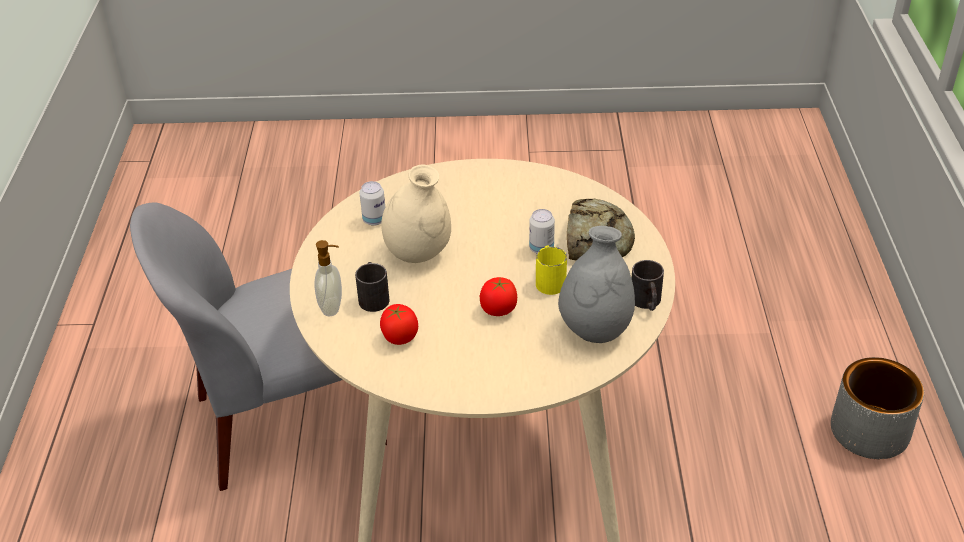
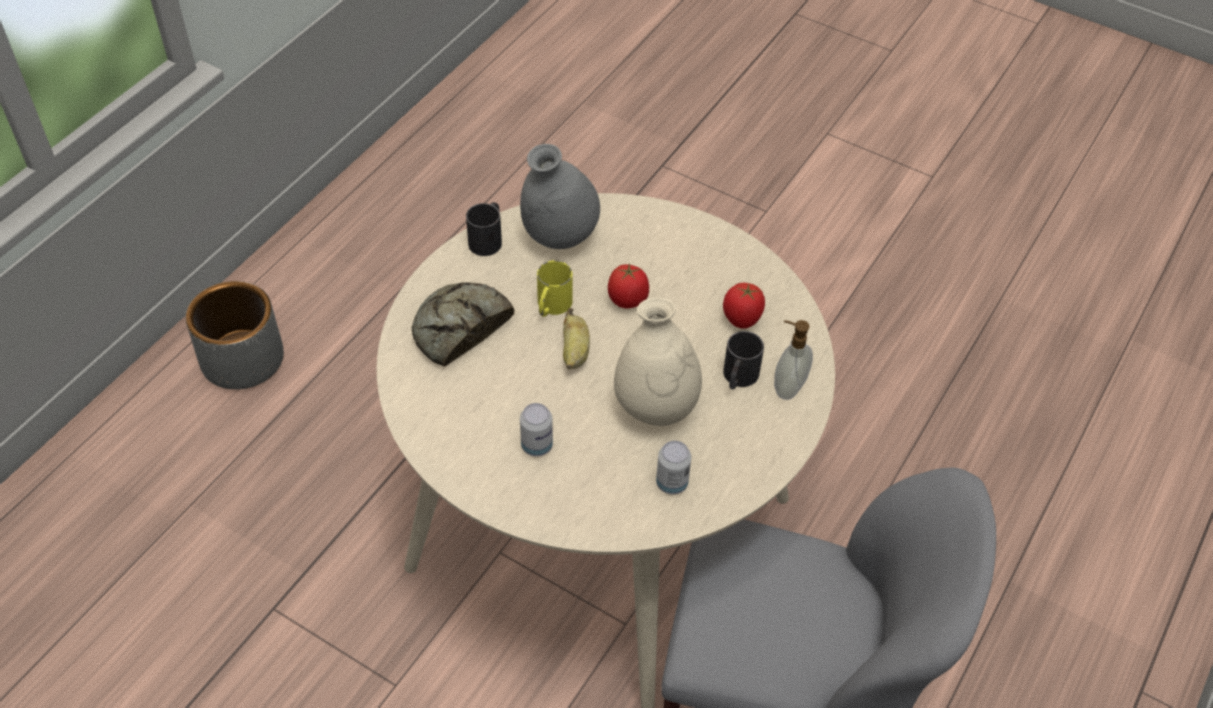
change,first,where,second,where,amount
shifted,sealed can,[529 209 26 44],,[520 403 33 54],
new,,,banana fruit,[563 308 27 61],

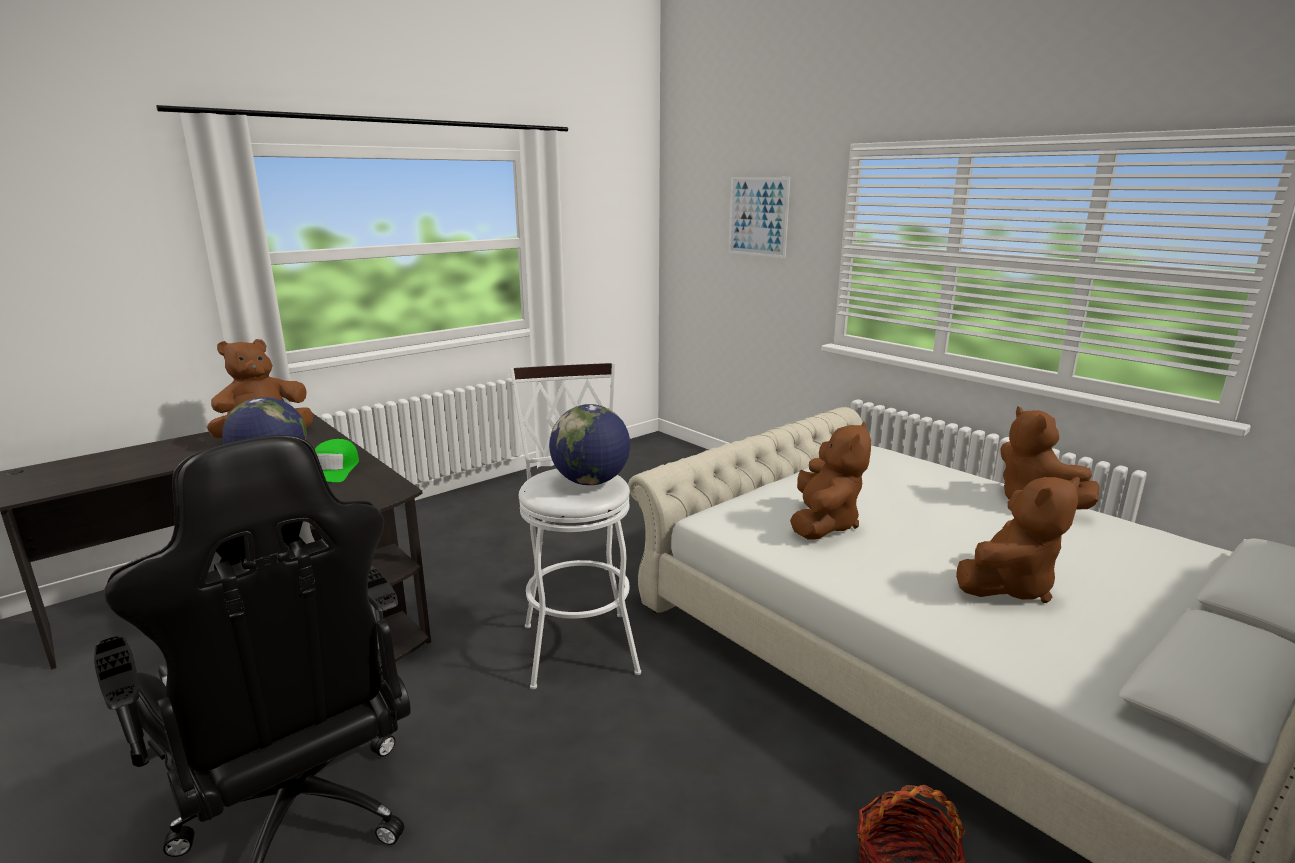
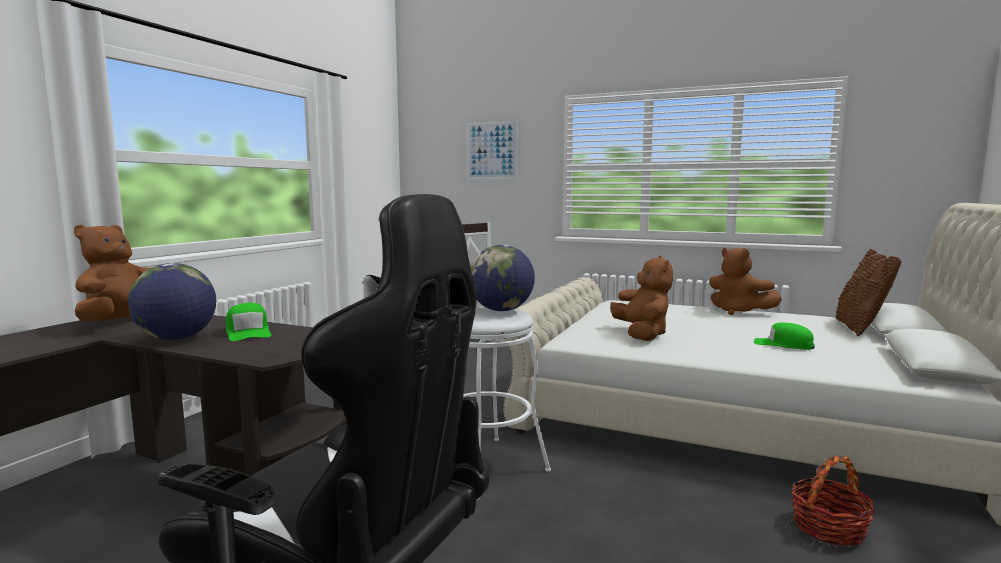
change,first,where,second,where,amount
swapped,soft toy in brown-coloured,[956 477 124 126],peaked cap in greenish,[754 322 61 28],
new,,,cushion in brown-coloured,[836 249 65 87],

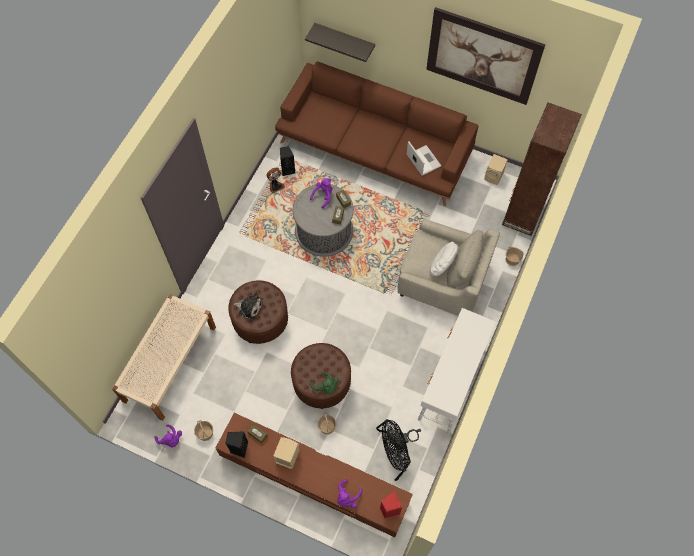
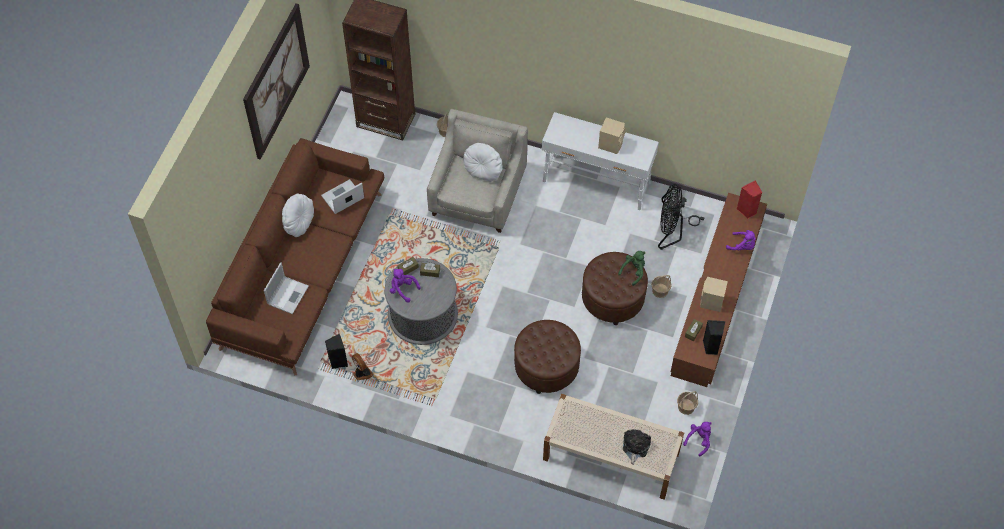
change,first,where,second,where,amount
shifted,soft toy,[234 293 29 26],,[623 429 28 36],
gone,wall shelf,[305 23 70 39],,,
rotated,electric fan in blackish,[376 419 46 62],,[658 184 47 66],120 degrees clockwise
shifted,audio speaker in beige-coloured,[484 154 24 31],,[598 117 28 37],
new,,,portable computer,[264 262 45 52],
new,,,cushion in white-coloured,[282 194 32 43],

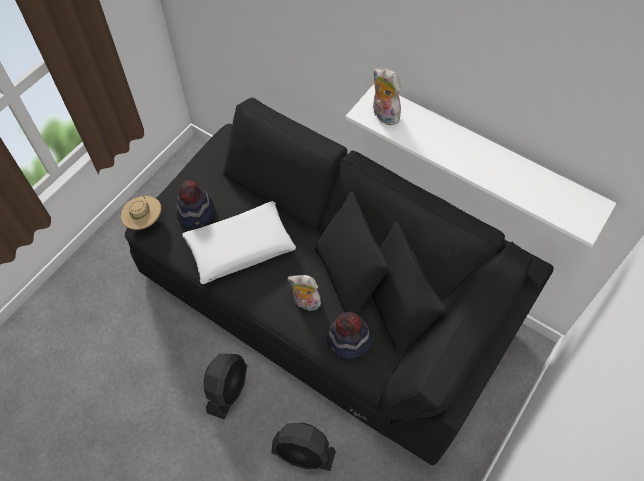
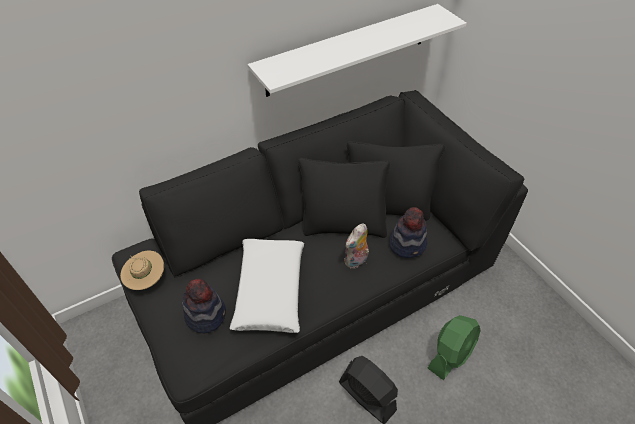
change,first,where,second,where,amount
shifted,wearable hat in beige-coloured,[121 196 40 34],,[120 250 44 40],
repainted,electric fan in blackish,[271 423 65 48],electric fan in greenish,[428 315 53 65],
gone,soft toy,[373 68 28 58],,,

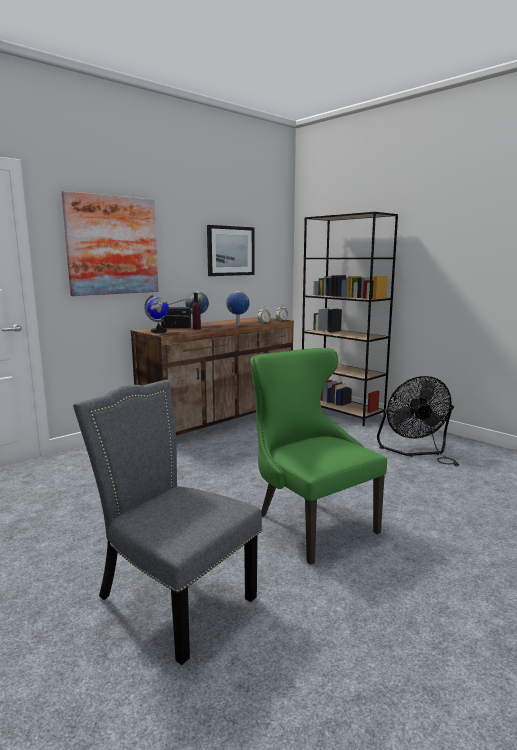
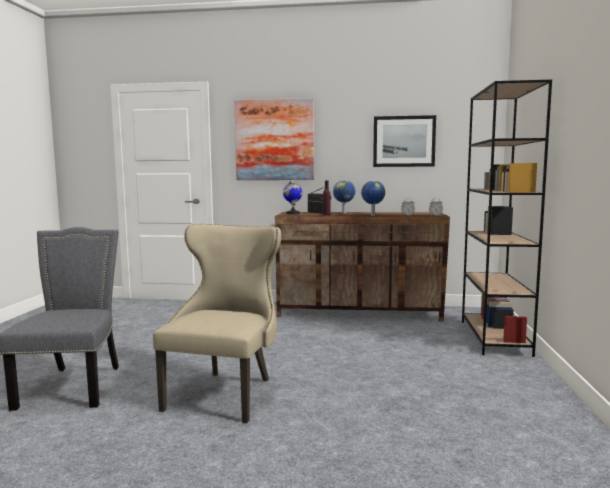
change,first,where,second,where,amount
repainted,upright chair in greenish,[250 348 137 217],upright chair in beige-coloured,[153 224 128 199],
gone,electric fan in blackish,[377 376 82 90],,,

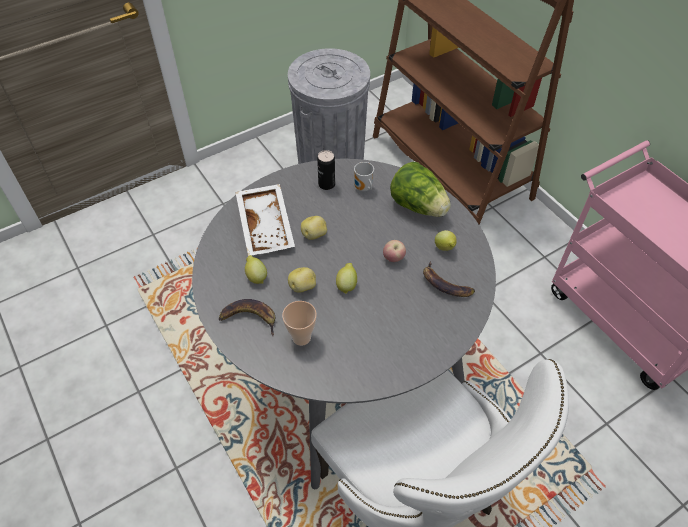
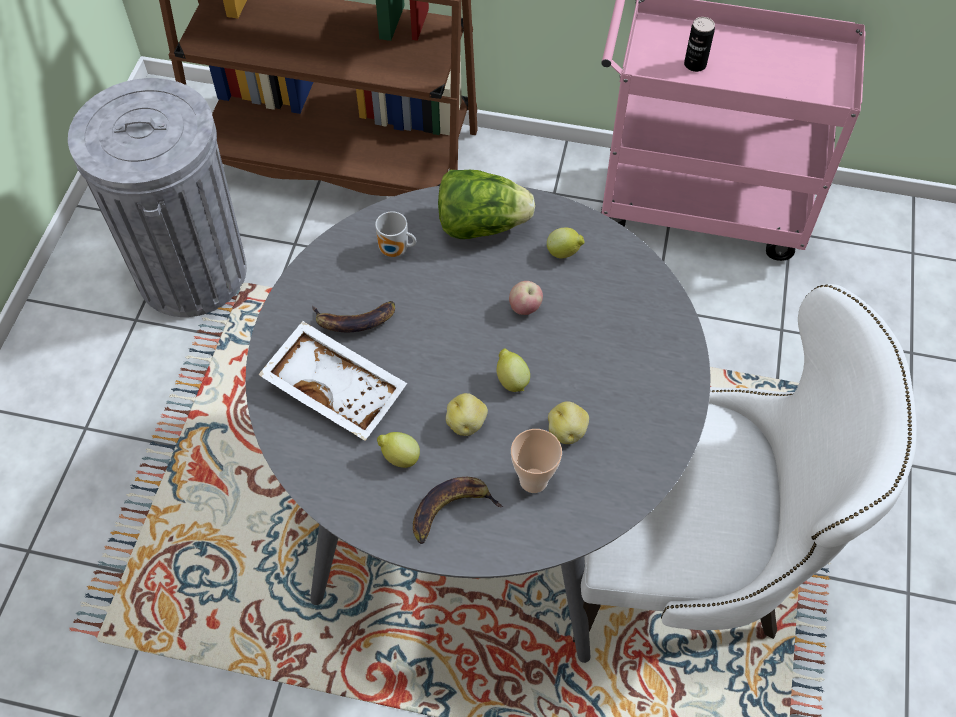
change,first,where,second,where,amount
shifted,whole potato,[301 216 26 24],,[548 401 41 43],
shifted,sealed can,[317 150 18 40],,[684 17 31 55],
shifted,banana fruit,[423 261 52 36],,[312 301 83 31],

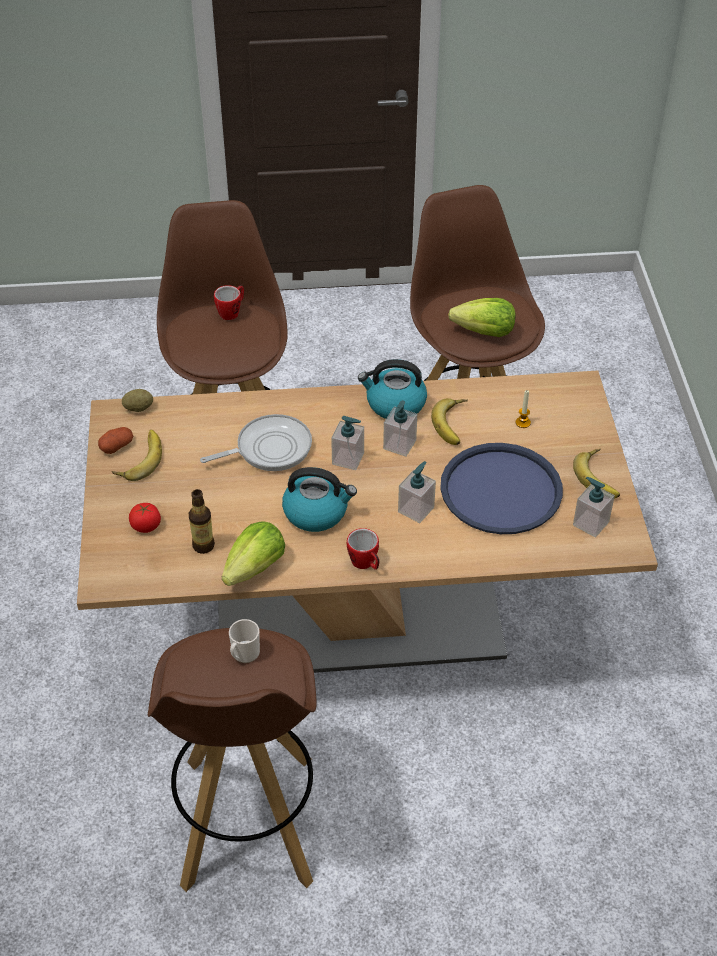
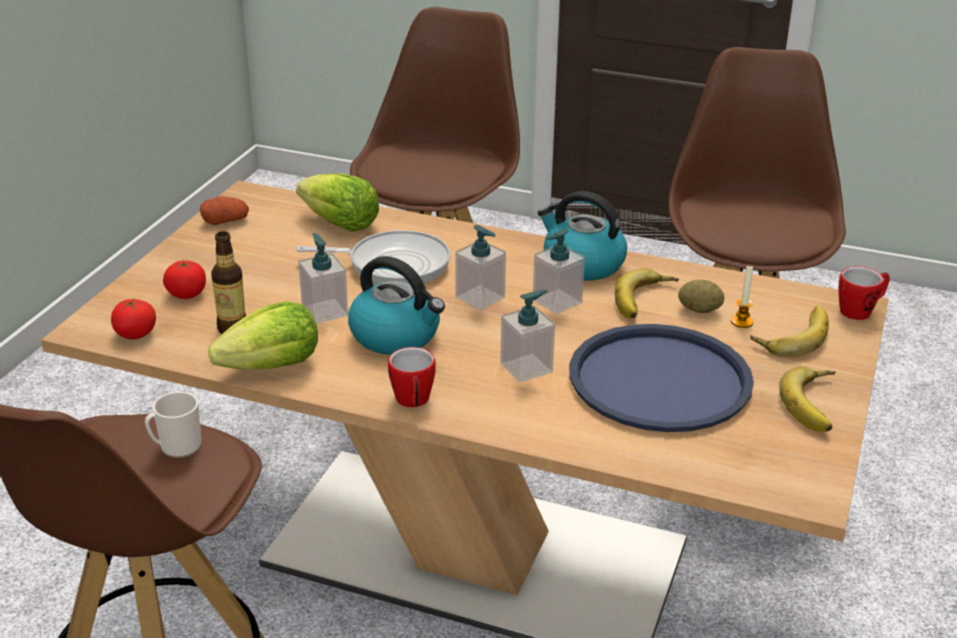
change,first,where,second,where,amount
shifted,banana fruit,[112 430 50 51],,[750 305 79 52],
shifted,whole potato,[122 389 31 23],,[678 280 46 33],
shifted,mug,[214 285 30 35],,[839 266 51 54],
shifted,lettuce head,[448 298 68 39],,[296 174 83 57],
shifted,soap dispenser,[573 477 42 61],,[298 233 50 91],
new,,,whole tomato,[111 299 45 40],

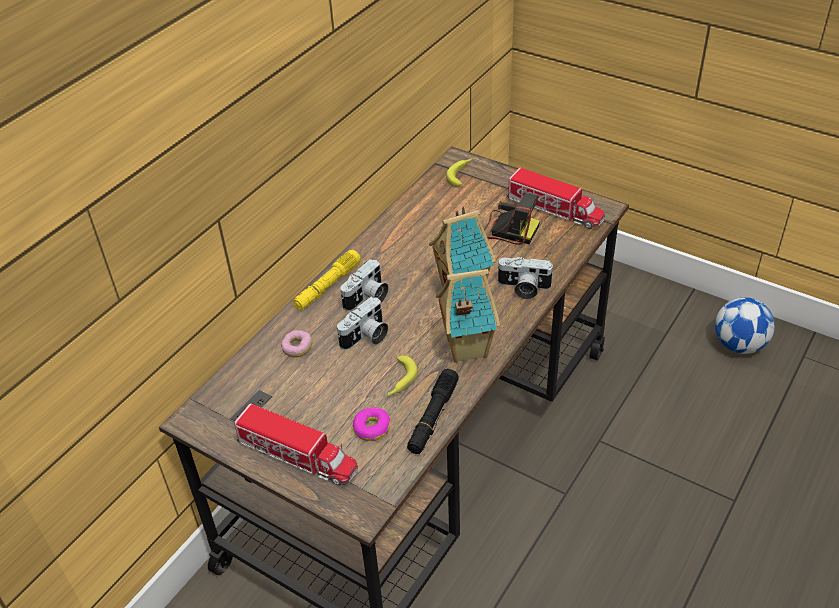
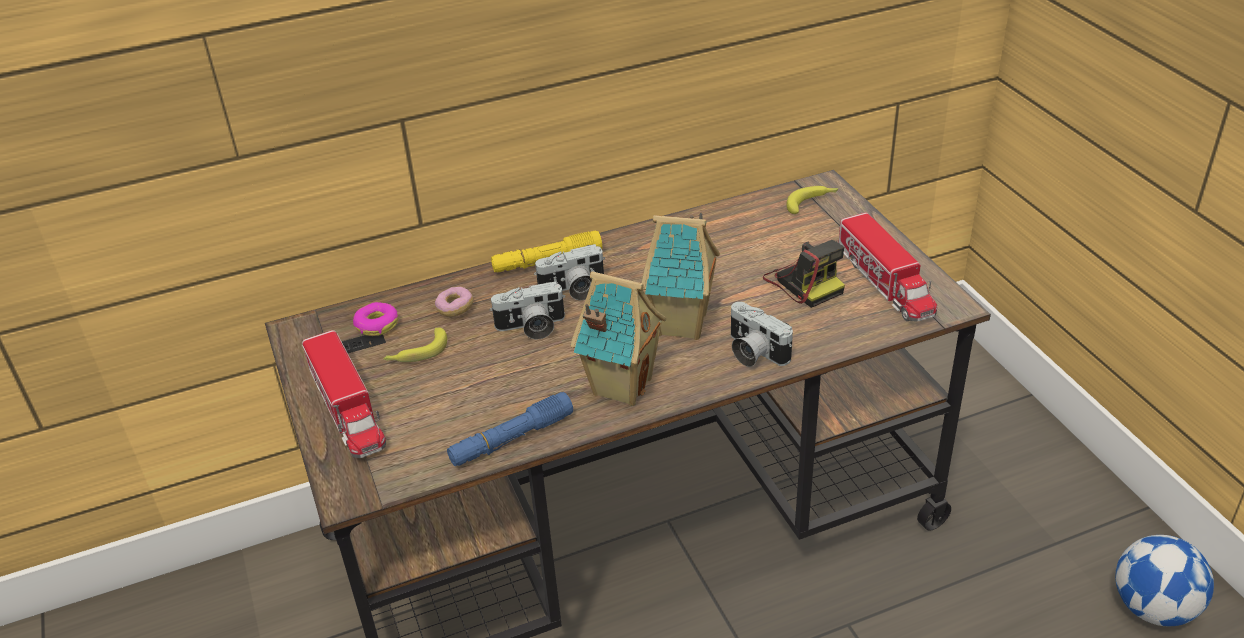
change,first,where,second,where,amount
shifted,doughnut,[353 407 37 34],,[353 302 45 34],
shifted,banana fruit,[388 356 30 41],,[383 328 64 34],
repainted,torch in blackish,[407 369 52 85],torch in blue-coloured,[447 392 126 74],

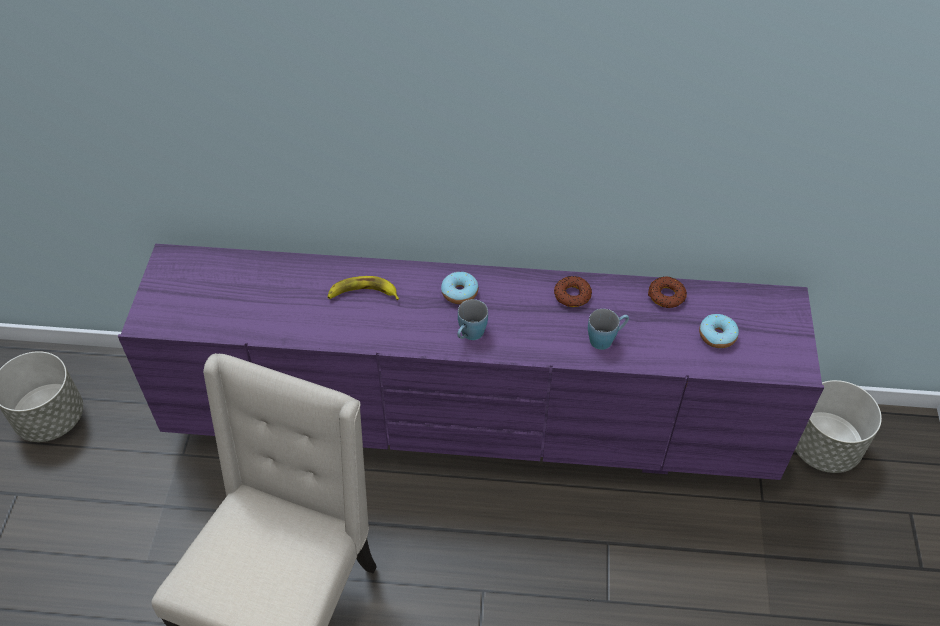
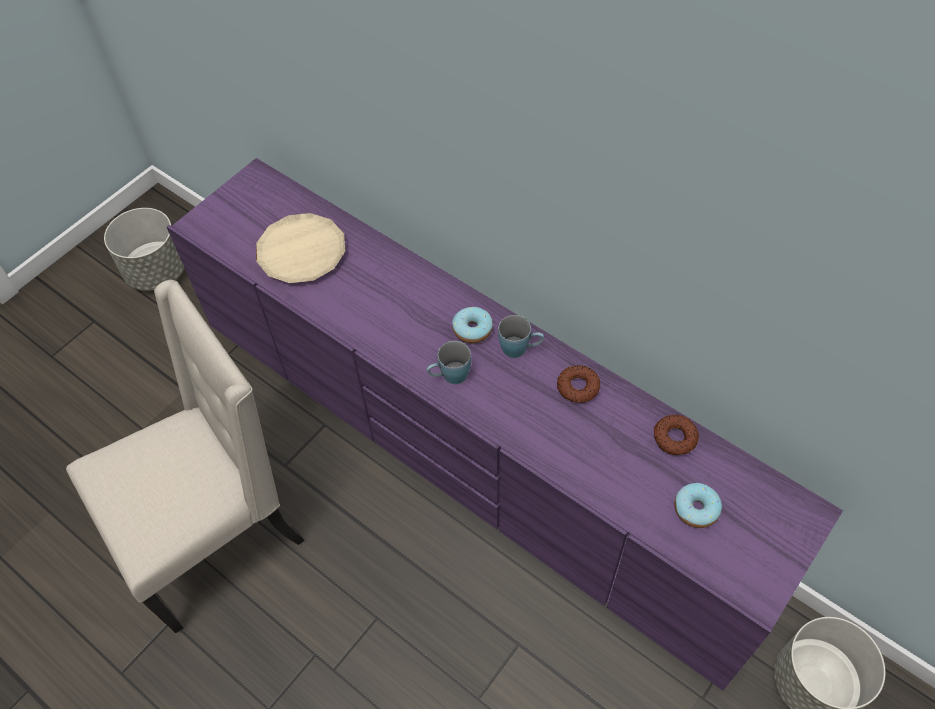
change,first,where,second,where,amount
gone,banana fruit,[328 276 71 24],,,
shifted,mug in blue-coloured,[588 309 41 41],,[498 315 46 43],
new,,,flat dish in beige-coloured,[256 213 89 70],

